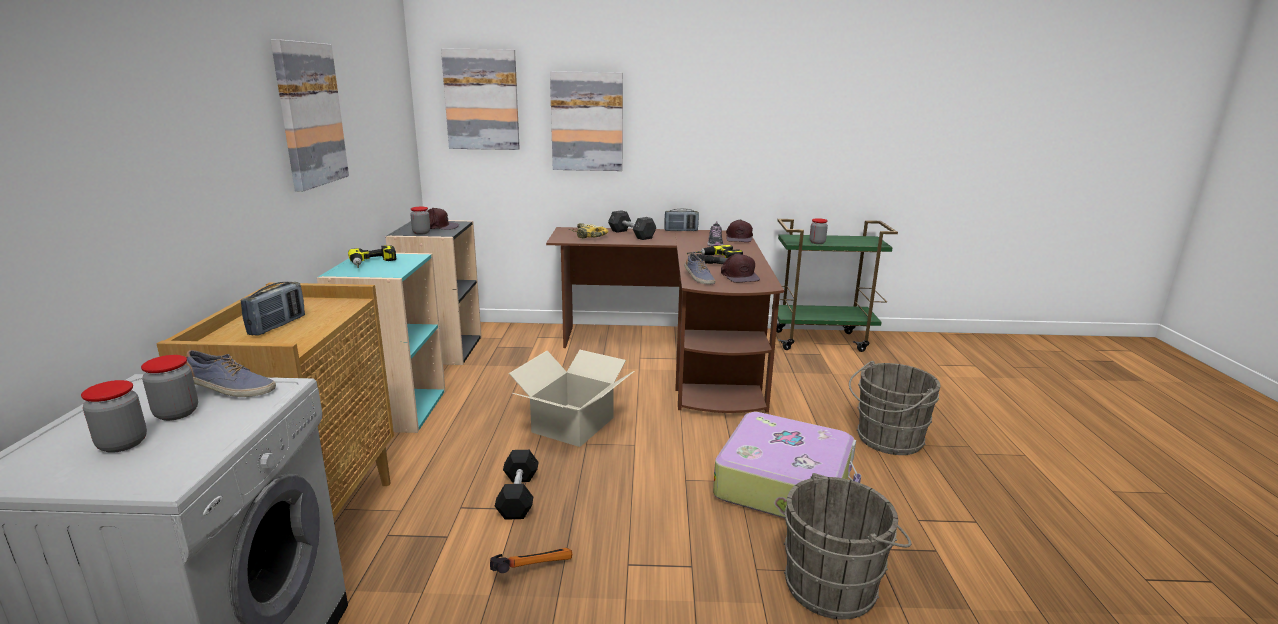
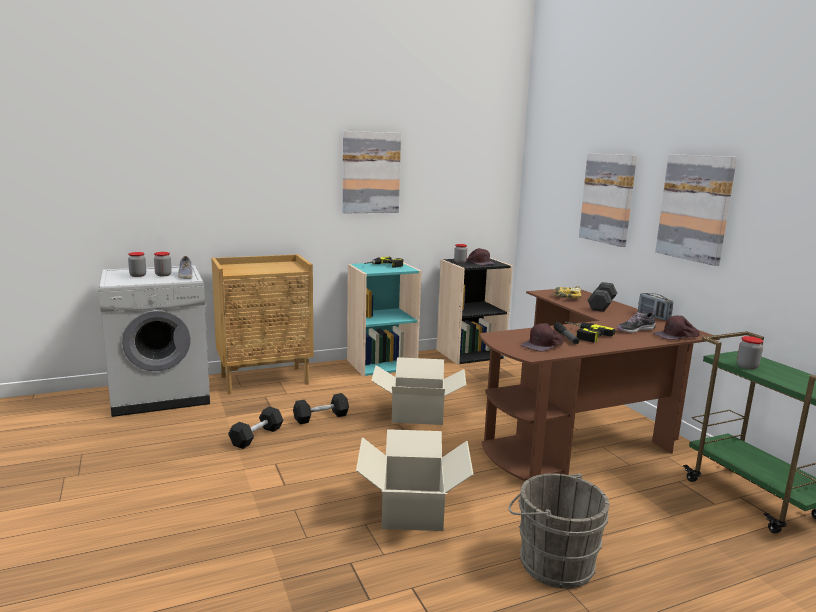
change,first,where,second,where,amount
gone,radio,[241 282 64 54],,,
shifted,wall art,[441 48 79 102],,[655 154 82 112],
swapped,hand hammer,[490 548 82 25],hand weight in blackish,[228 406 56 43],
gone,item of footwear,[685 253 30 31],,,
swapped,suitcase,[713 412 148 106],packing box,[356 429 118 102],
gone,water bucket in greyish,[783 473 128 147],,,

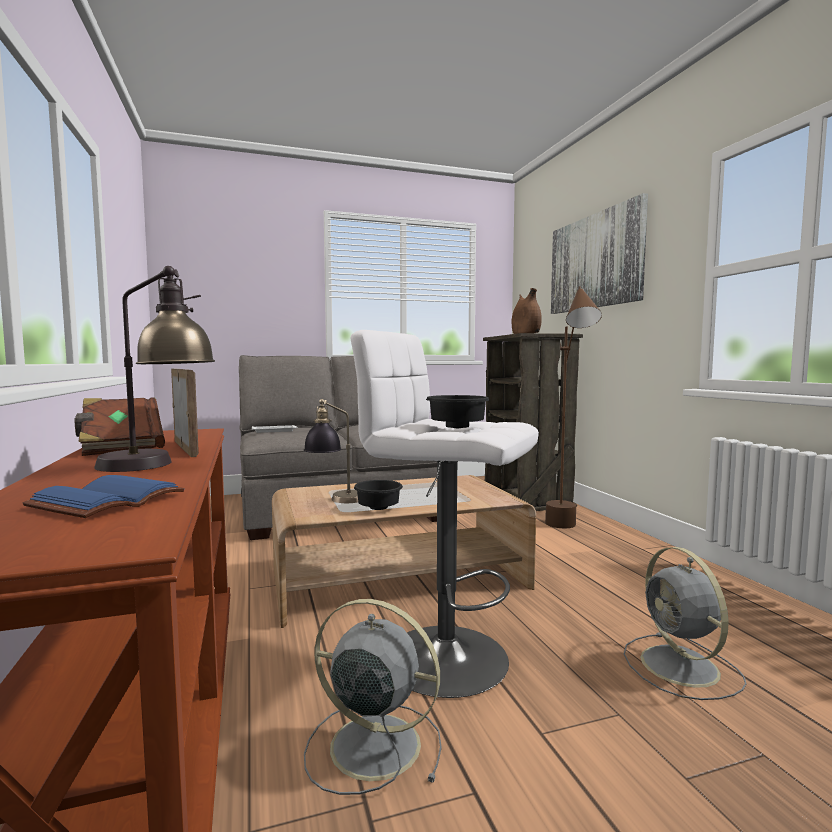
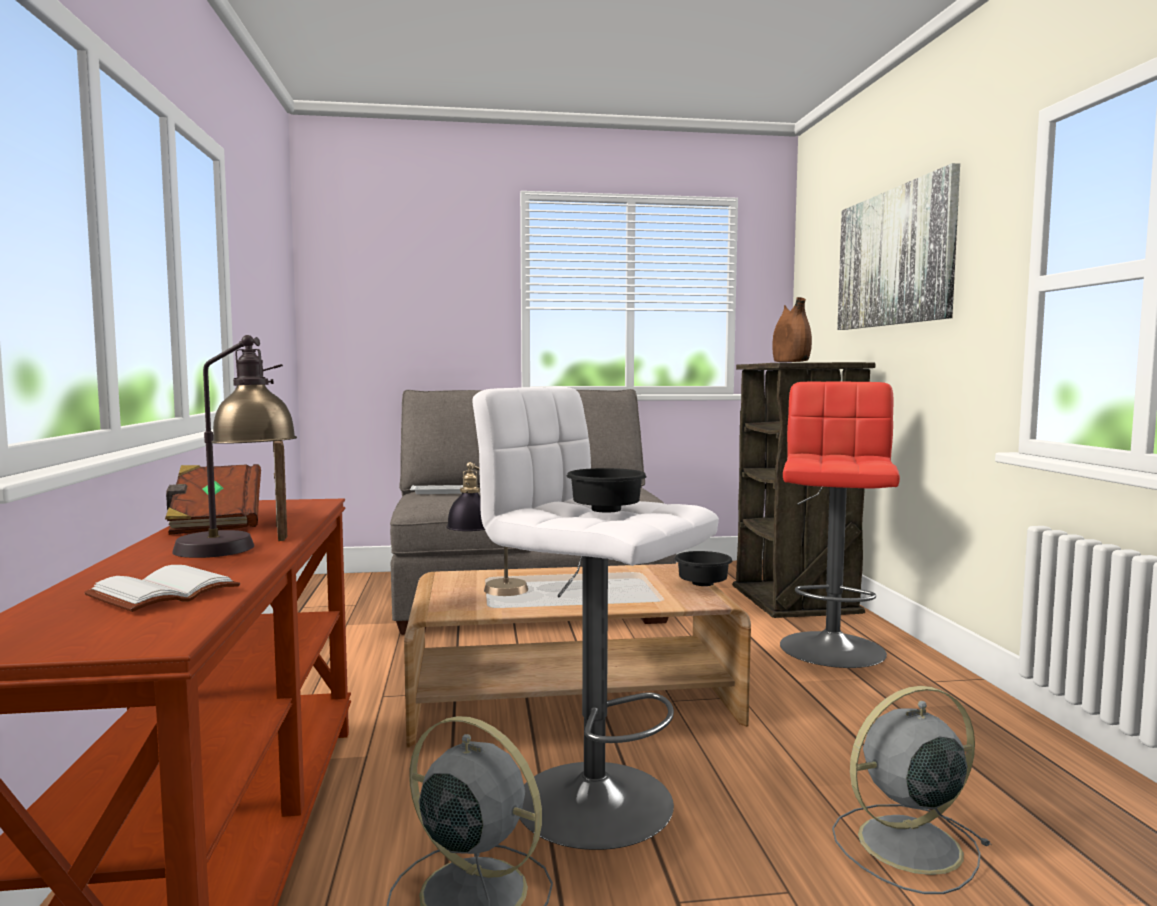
change,first,where,second,where,amount
repainted,volume in blue-coloured,[22 475 163 43],volume in white-coloured,[84 565 156 47],
shifted,bowl in blackish,[354 480 49 30],,[675 551 57 35],
swapped,standard lamp in brown-coloured,[545 286 57 242],stool in red-coloured,[780 381 120 287],
rotated,electric fan in greyish,[624 547 122 153],,[832 686 160 208],75 degrees clockwise

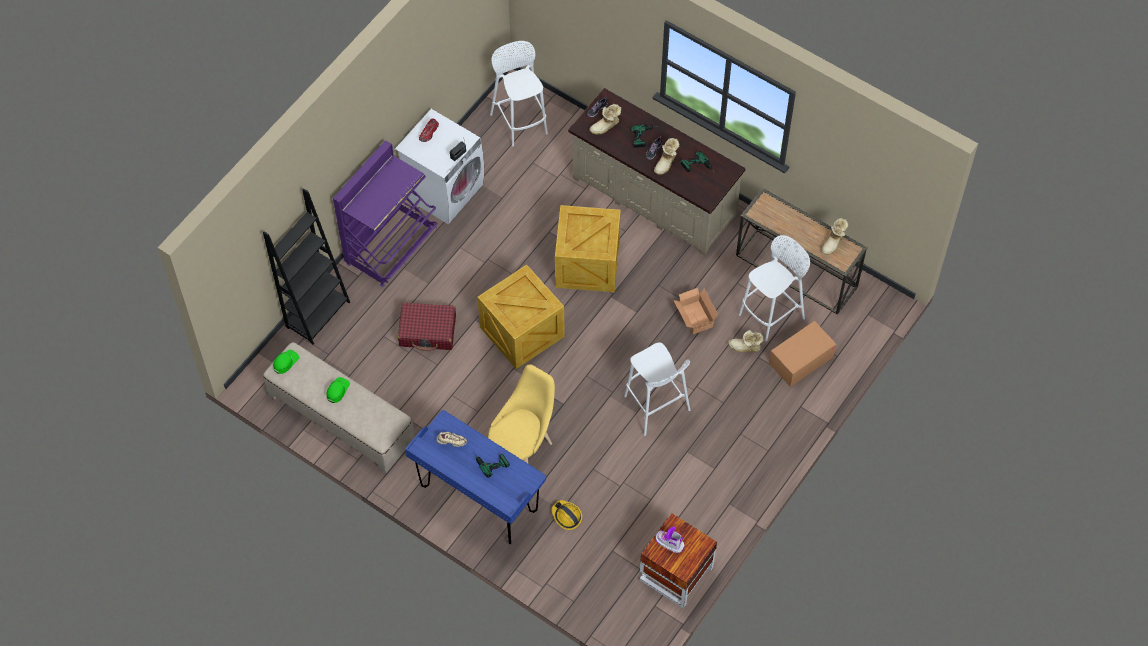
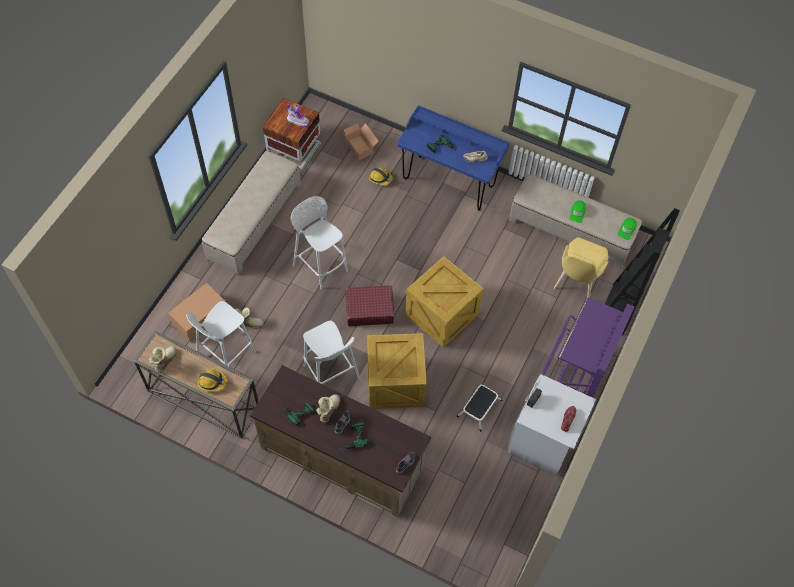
change,first,where,second,where,amount
shifted,suitcase in red-coloured,[398 302 58 49],,[346 285 48 41],
shifted,upright chair in yellow-coloured,[488 364 67 99],,[554 237 55 61],
shifted,stool in white-coloured,[490 41 58 105],,[303 321 58 63],
gone,tall boot,[589 104 32 30],,,
shifted,packing box,[673 288 45 46],,[344 123 34 37],
new,,,work helmet,[198 368 29 23],
new,,,long seat in beige-coloured,[202 151 99 123],
new,,,step ladder in blackish,[457 385 45 47],

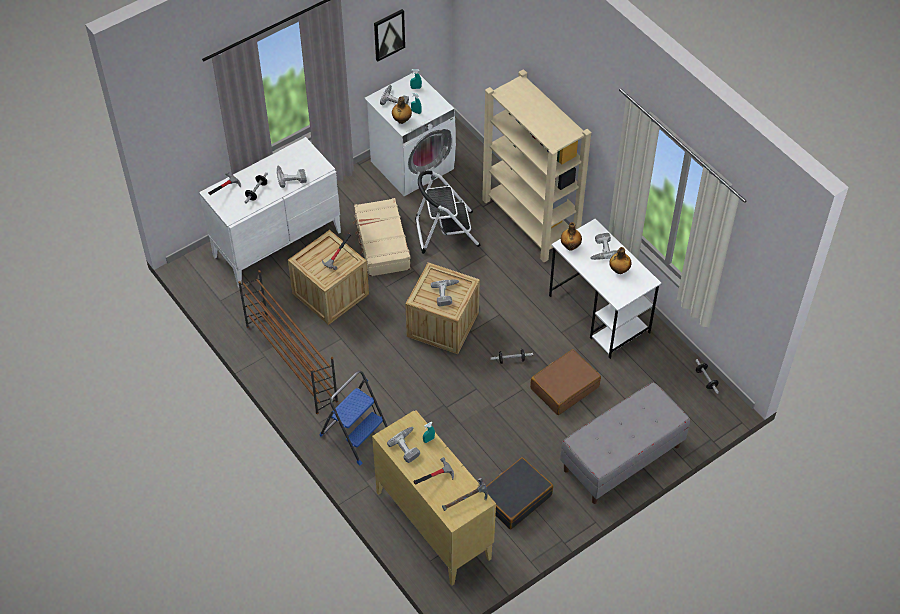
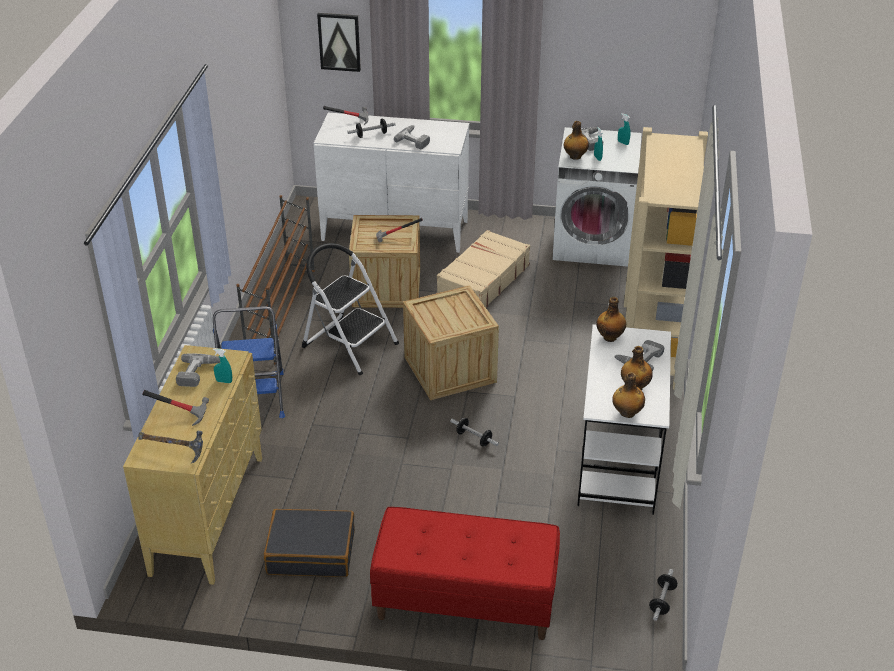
change,first,where,second,where,amount
shifted,wall art,[374 9 31 52],,[317 13 44 59],
shifted,step ladder,[415 171 65 83],,[302 243 97 132],
gone,drill,[431 280 28 26],,,
gone,suitcase in brown-coloured,[530 349 71 66],,,
repainted,long seat in greyish,[560 382 130 122],long seat in red-coloured,[370 507 190 133],
new,,,drink bottle,[612 372 33 46],

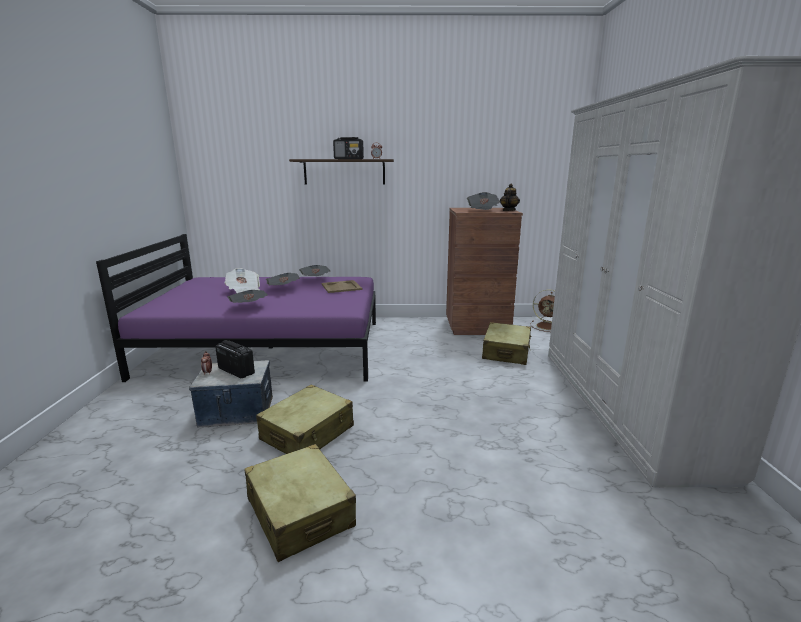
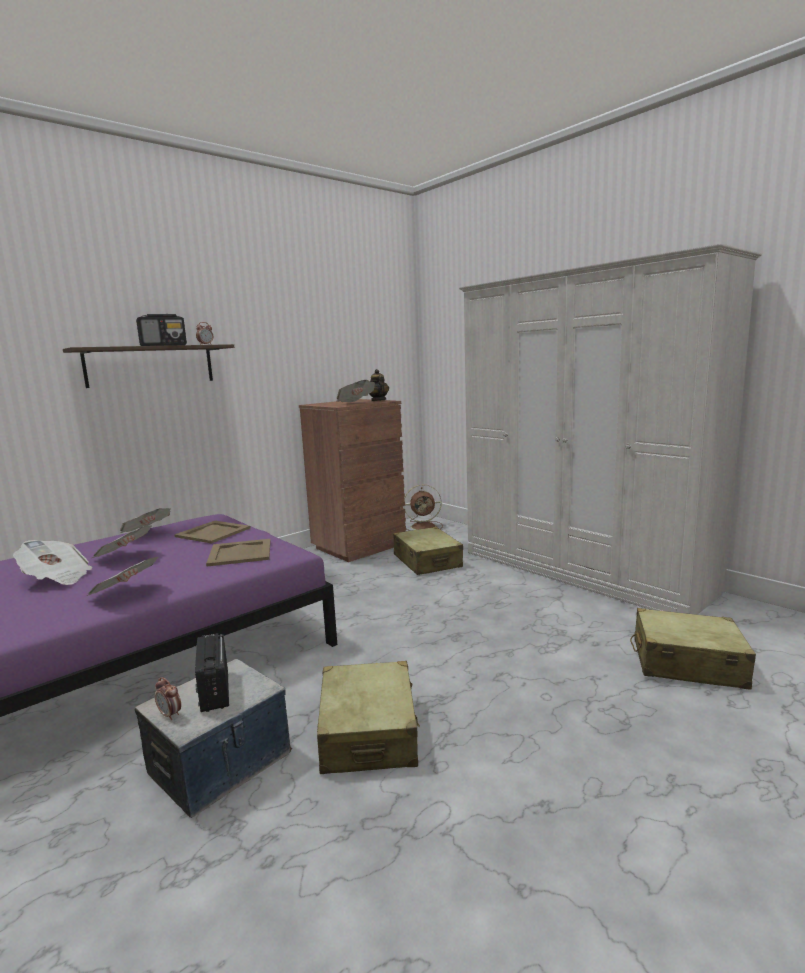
change,first,where,second,where,amount
rotated,radio,[215 340 40 39],,[195 633 34 79],105 degrees counterclockwise
shifted,suitcase in beige-coloured,[244 444 112 118],,[630 608 126 82],
new,,,carrying tray in beige-coloured,[206 539 65 28],

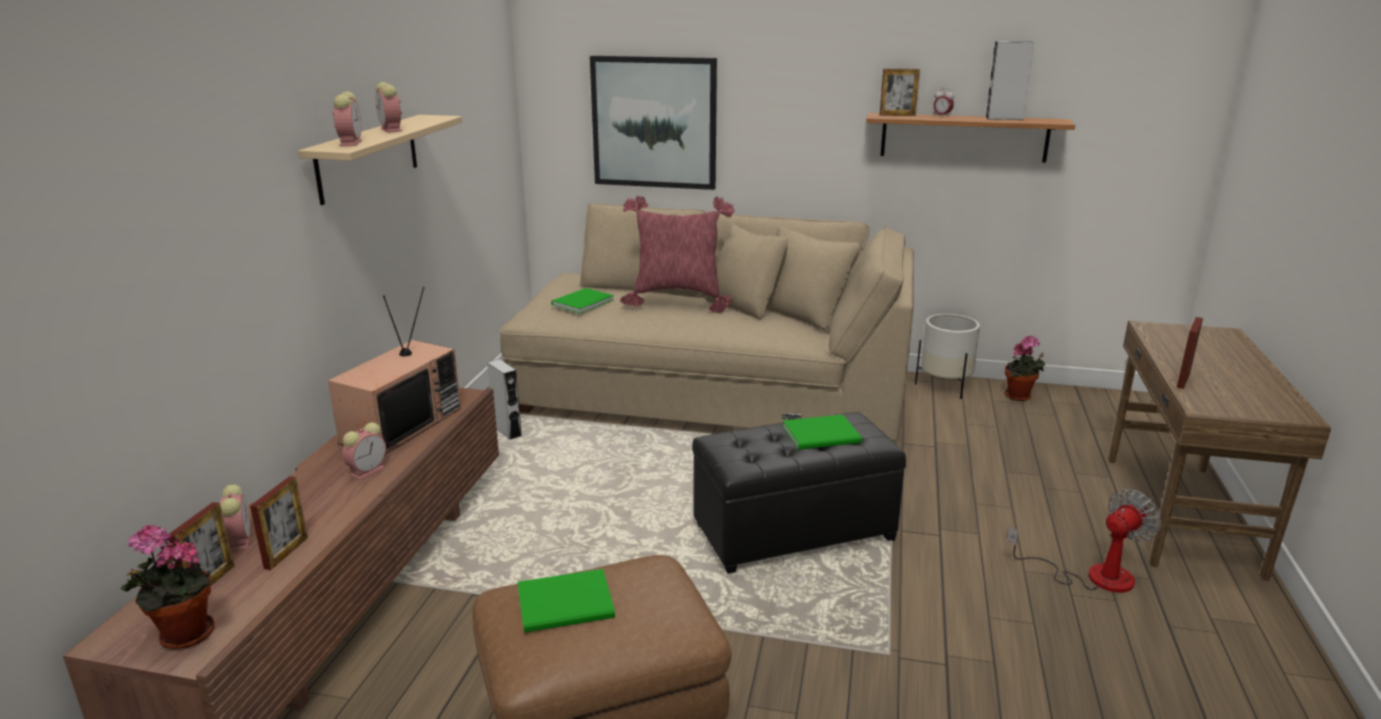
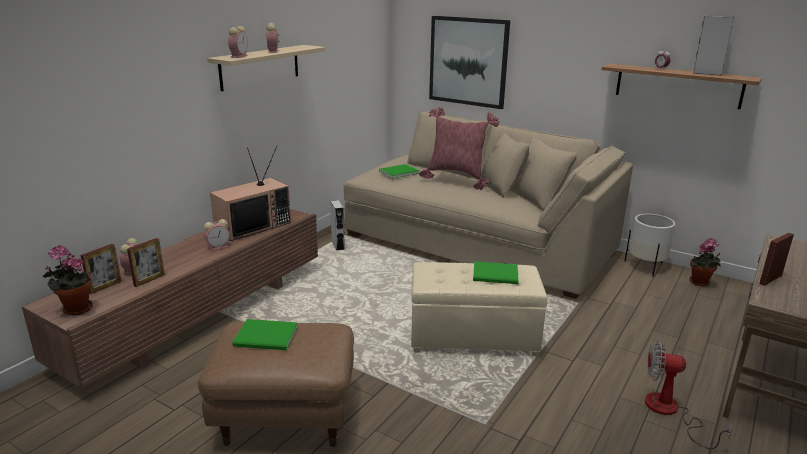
change,first,where,second,where,amount
repainted,footrest in blackish,[692 412 214 162],footrest in beige-coloured,[411 262 136 95],
gone,standing frame,[880 69 40 47],,,
rotated,electric fan,[1006 489 155 104],,[645 341 87 108],150 degrees counterclockwise

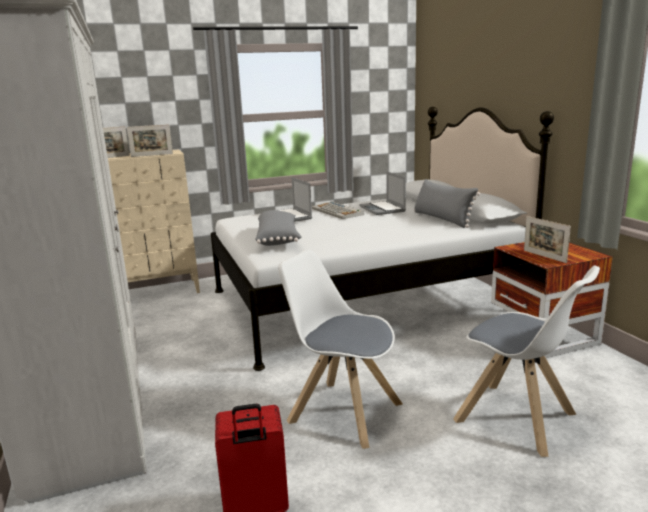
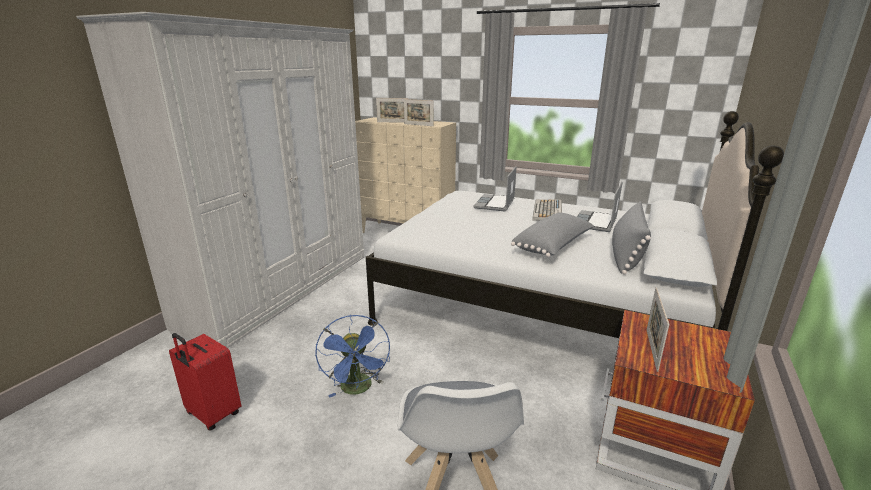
change,first,where,second,where,amount
shifted,cushion in greyish,[255 210 47 36],,[511 213 83 44],
swapped,upright chair,[278 250 124 199],electric fan in blue-coloured,[315 315 75 82],

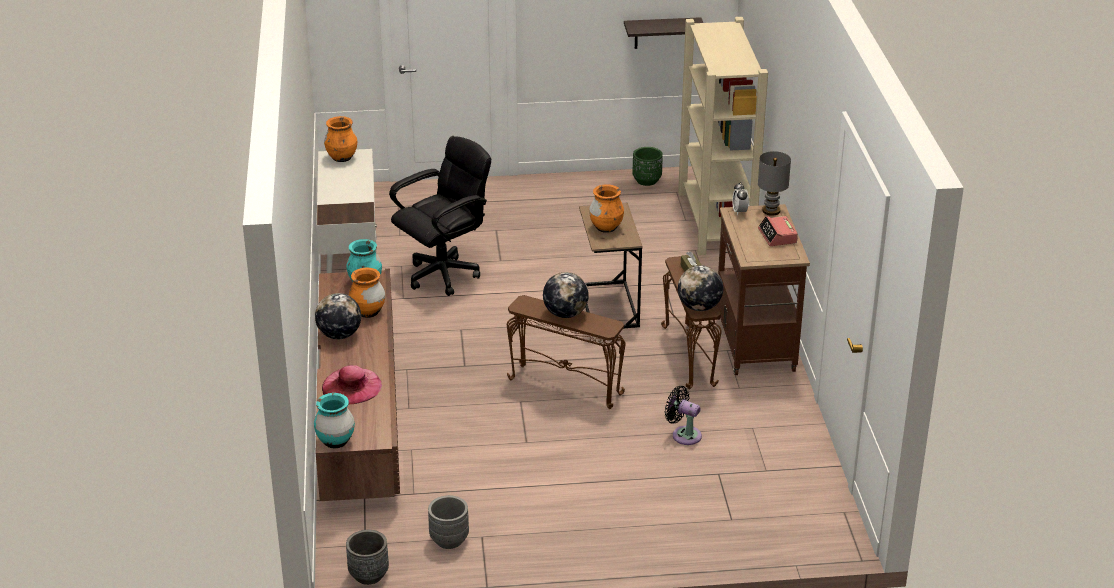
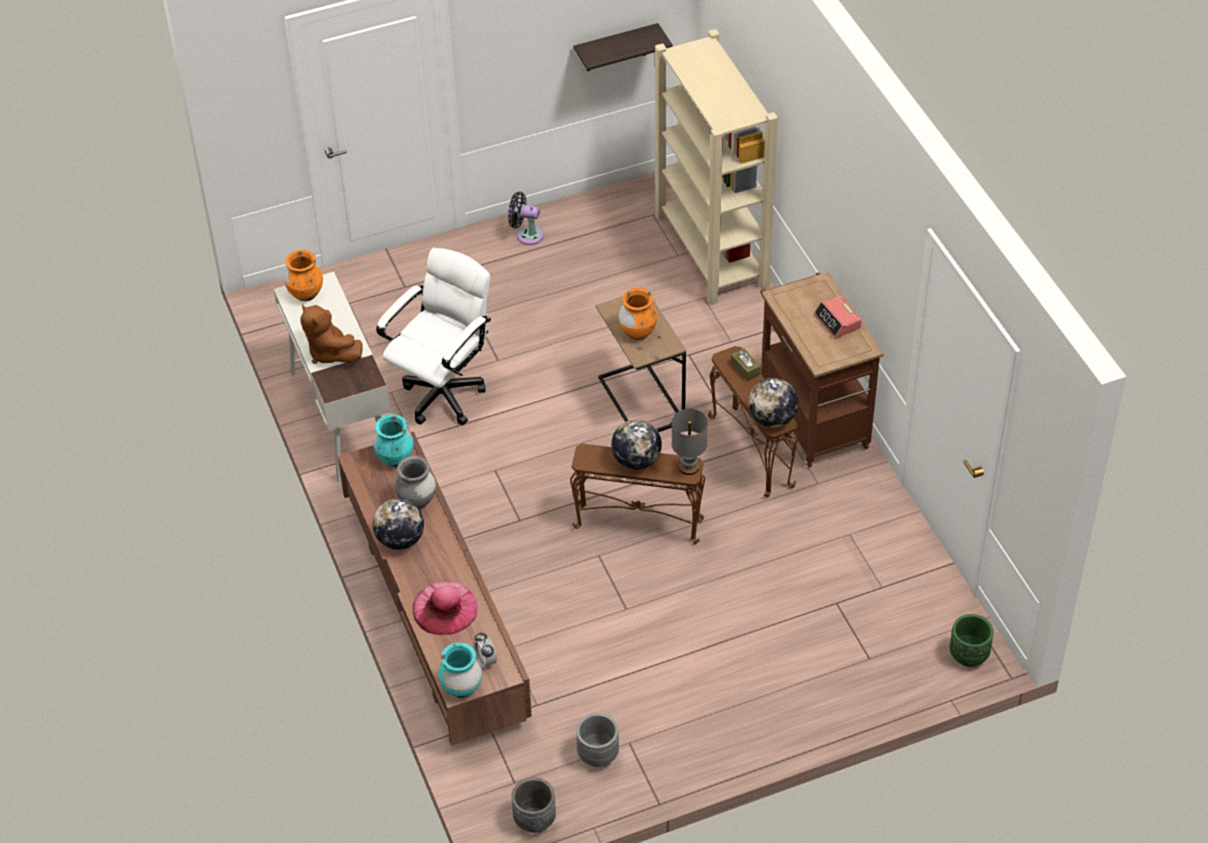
change,first,where,second,where,amount
repainted,flower vase in orange-coloured,[349 268 36 50],flower vase in greyish,[395 456 41 53],
repainted,office chair in blackish,[389 136 103 160],office chair in white-coloured,[376 248 115 177],
shifted,planter in greenish,[633 147 30 39],,[950 614 44 53],
shifted,electric fan in blackish,[665 386 37 59],,[508 192 36 53],
shifted,table clock,[732 182 17 33],,[474 632 23 37],
shifted,lamp for a table in greyish,[758 151 33 65],,[672 409 36 66],
new,,,soft toy in brown-coloured,[301 304 62 60],

